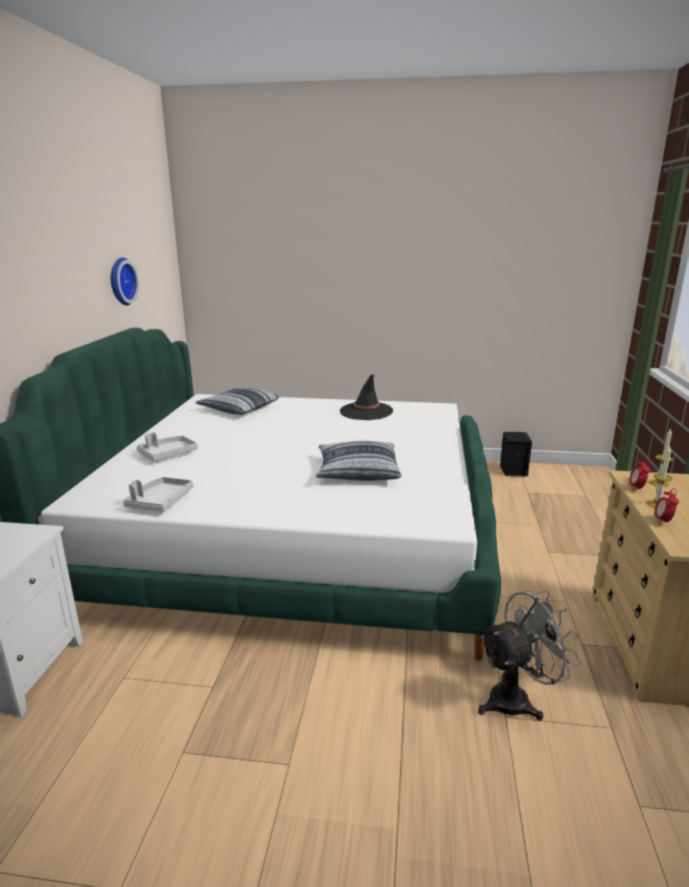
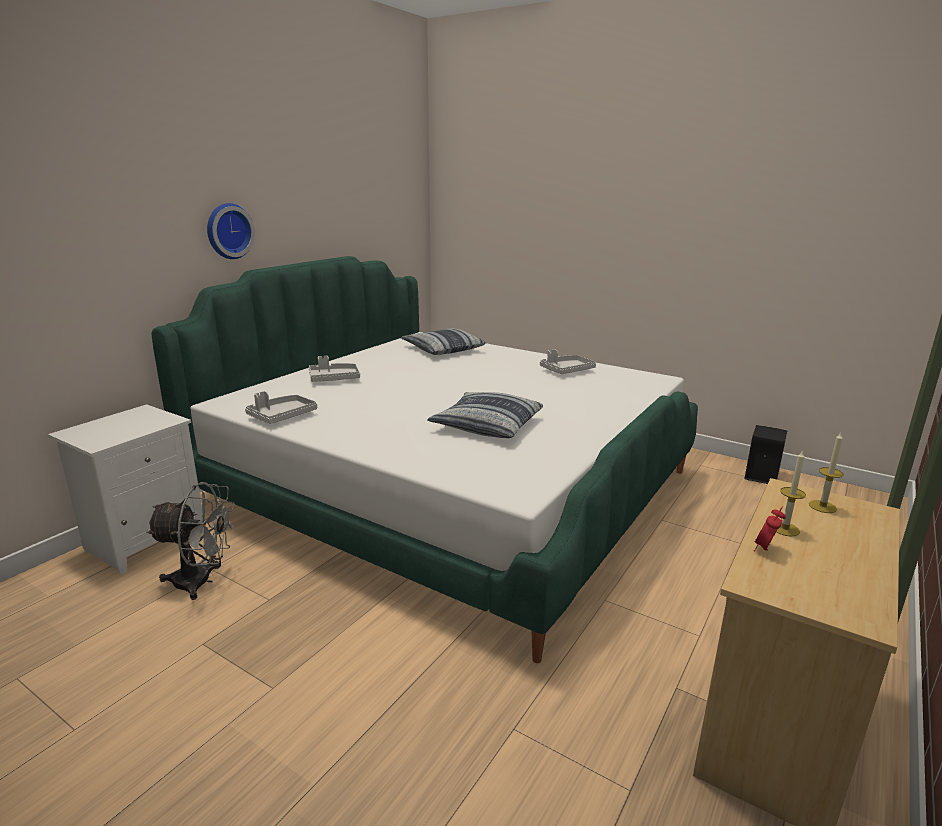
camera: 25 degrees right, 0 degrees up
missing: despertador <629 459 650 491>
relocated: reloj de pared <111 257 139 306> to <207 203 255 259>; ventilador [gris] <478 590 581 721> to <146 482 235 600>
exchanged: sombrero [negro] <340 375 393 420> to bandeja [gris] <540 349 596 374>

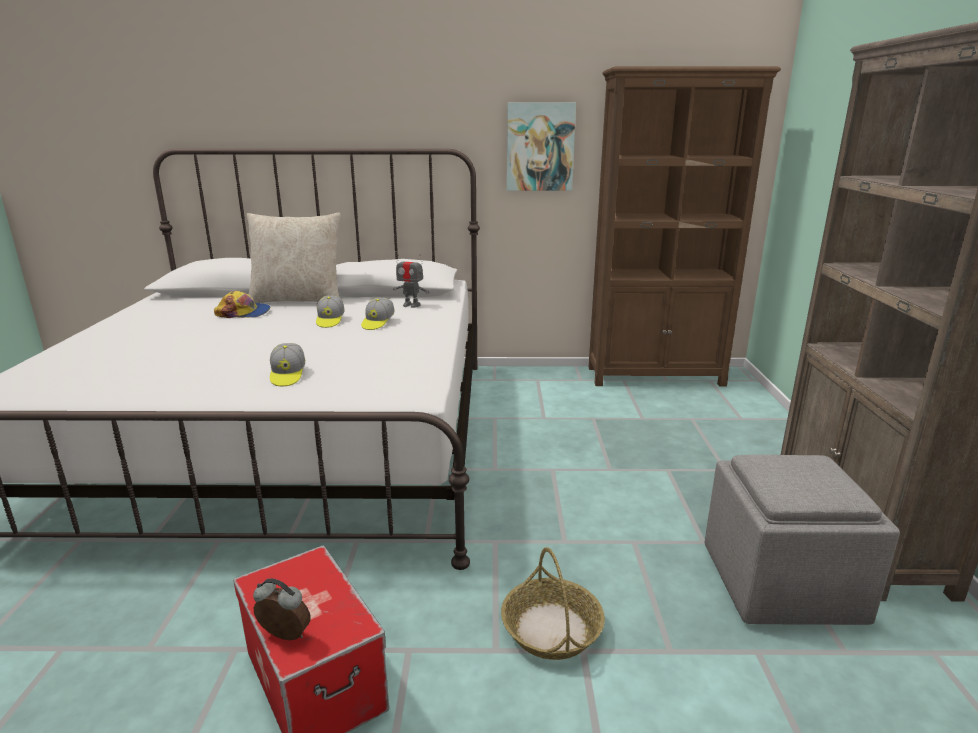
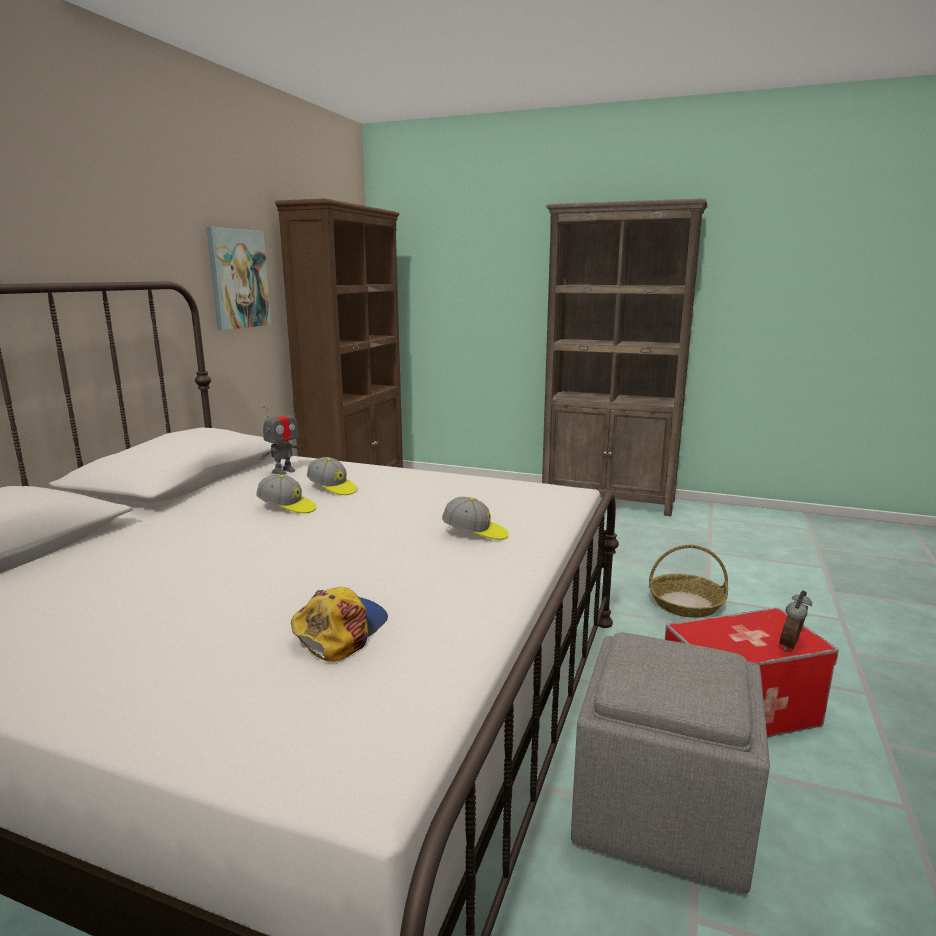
camera: 70 degrees left, 5 degrees down
missing: cojín [beis] <247 213 341 303>
relocated: gorra <214 291 270 318> to <291 587 388 662>; puf [gris] <704 455 900 625> to <571 632 770 894>

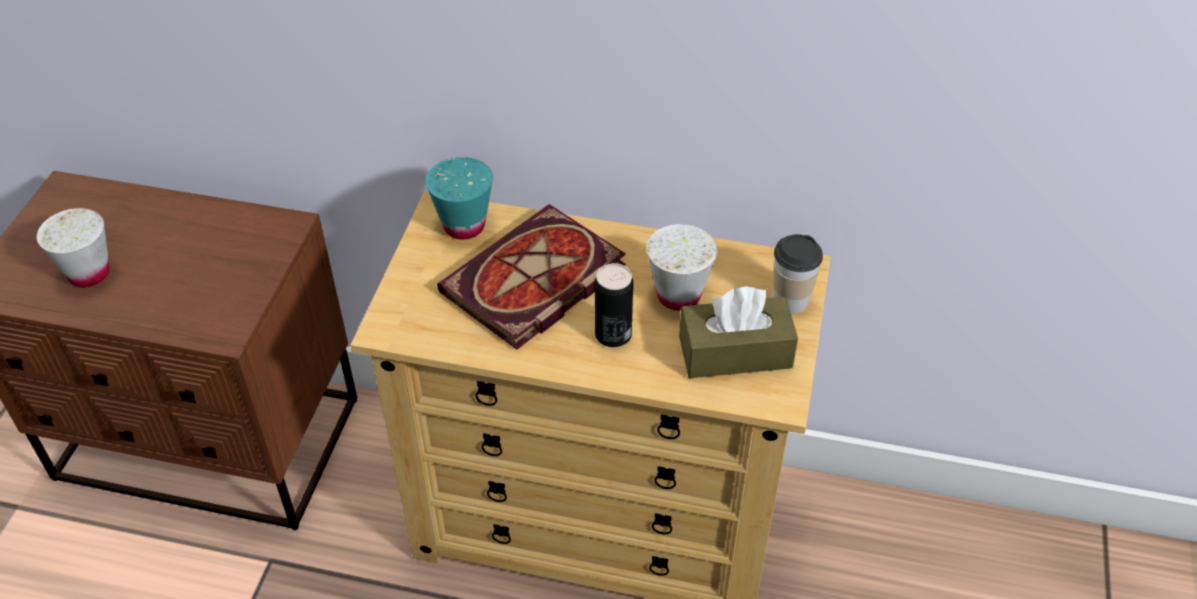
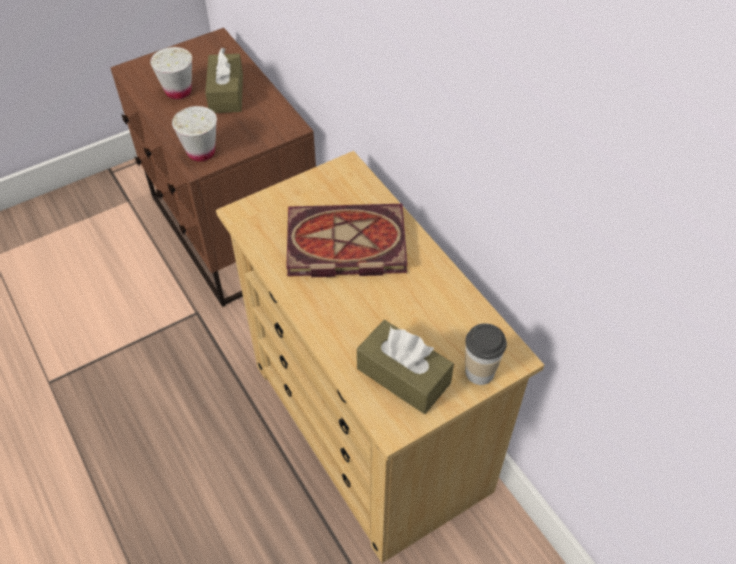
camera: 45 degrees right, 5 degrees up
missing: taza [turquesa] <425 157 493 239>; lata <595 263 633 347>
appeared: caja de pañuelos [marrón] <205 48 243 113>
relocated: taza [blanco] <647 224 718 311> to <172 106 217 162>

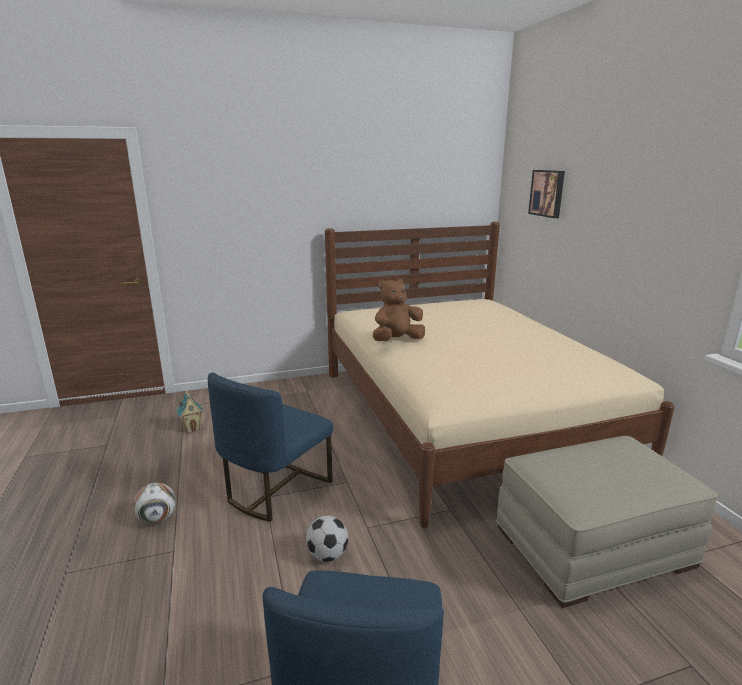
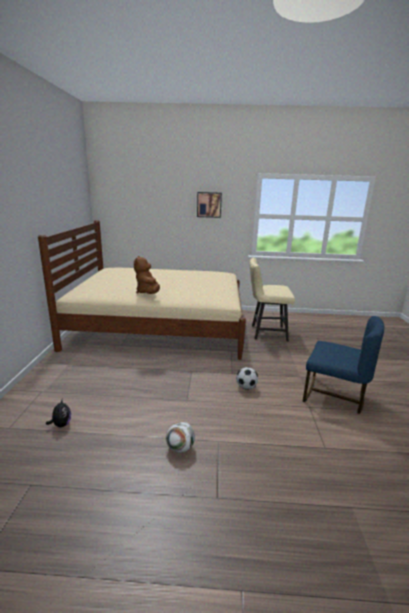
camera: 70 degrees left, 0 degrees up
missing: silla [azul] <208 373 333 522>
relocated: cuadro <528 170 565 218> to <197 192 222 218>
exchanged: casita <176 390 204 433> to peluche <46 400 71 427>; puf [beis] <496 436 718 608> to silla [beis] <250 257 295 342>

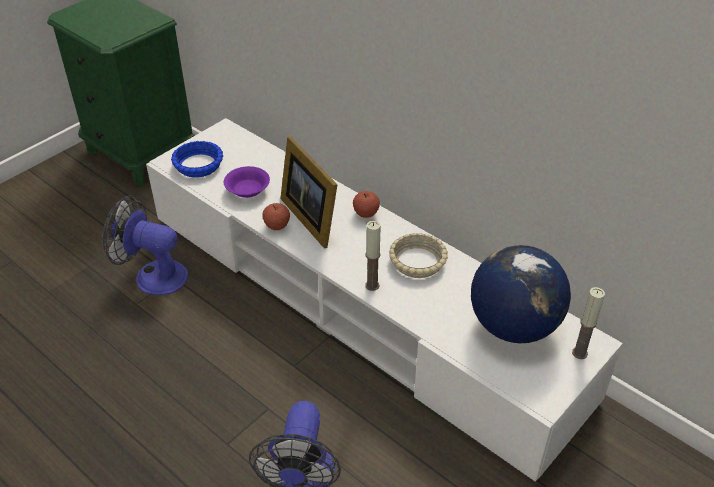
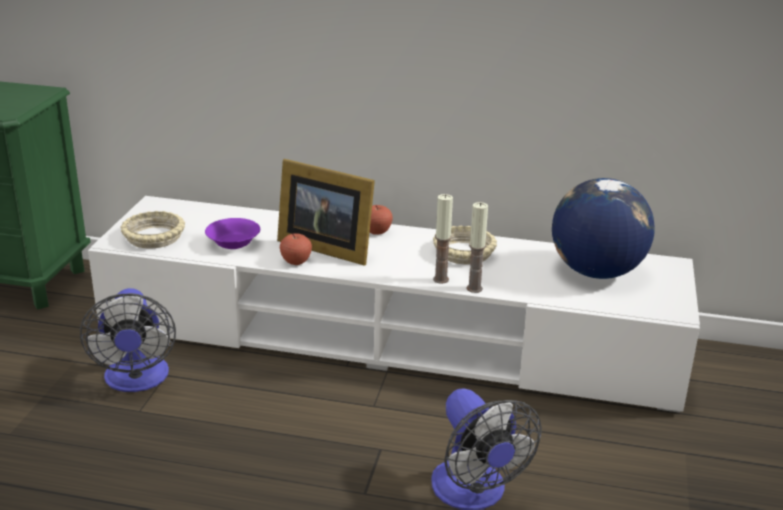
camera: 30 degrees left, 15 degrees down
relocated: vela <572 287 605 359> to <467 202 488 293>
colour: cuenco [azul] <171 141 223 178> to cuenco [beis] <120 211 185 248>
spun: ventilador <103 195 188 295> = <80 288 176 392> 90 degrees counterclockwise

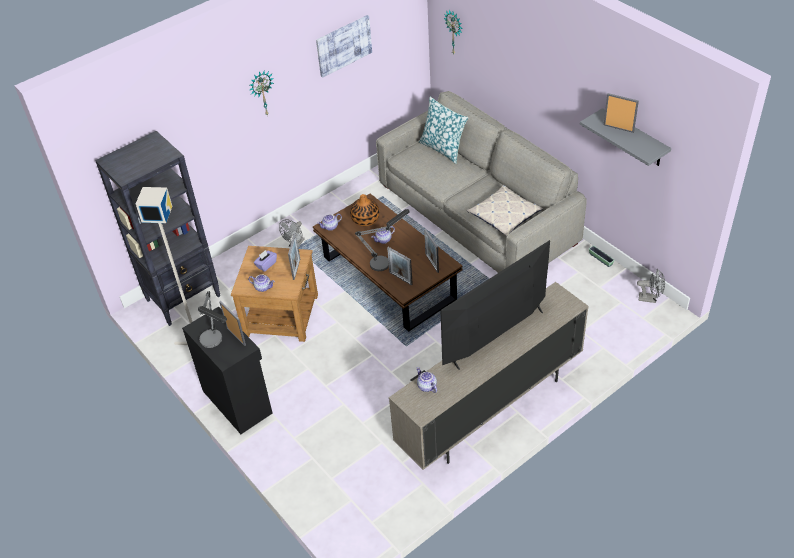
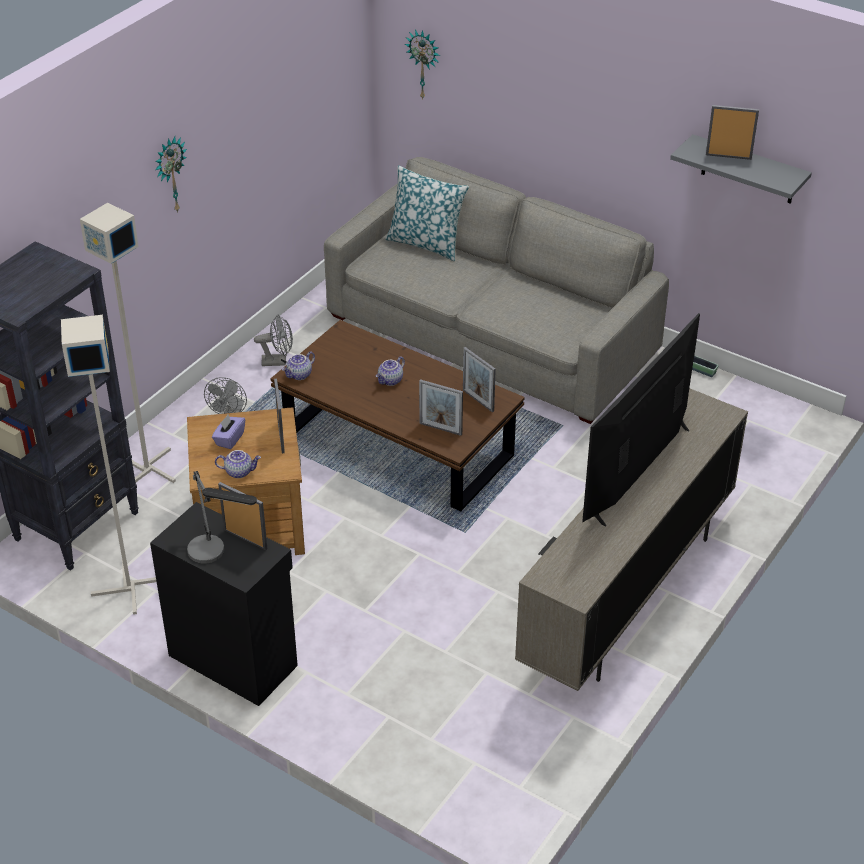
camera: 20 degrees left, 5 degrees down
missing: cuadro <316 15 372 78>; cojín <467 185 543 236>; florero <350 194 380 226>; lámpara de mesa <355 209 410 271>; tetera <416 367 437 393>
appeared: lámpara de pie [gris] <80 203 176 483>
relocated: ventilador [gris] <637 269 665 303> to <254 315 293 366>

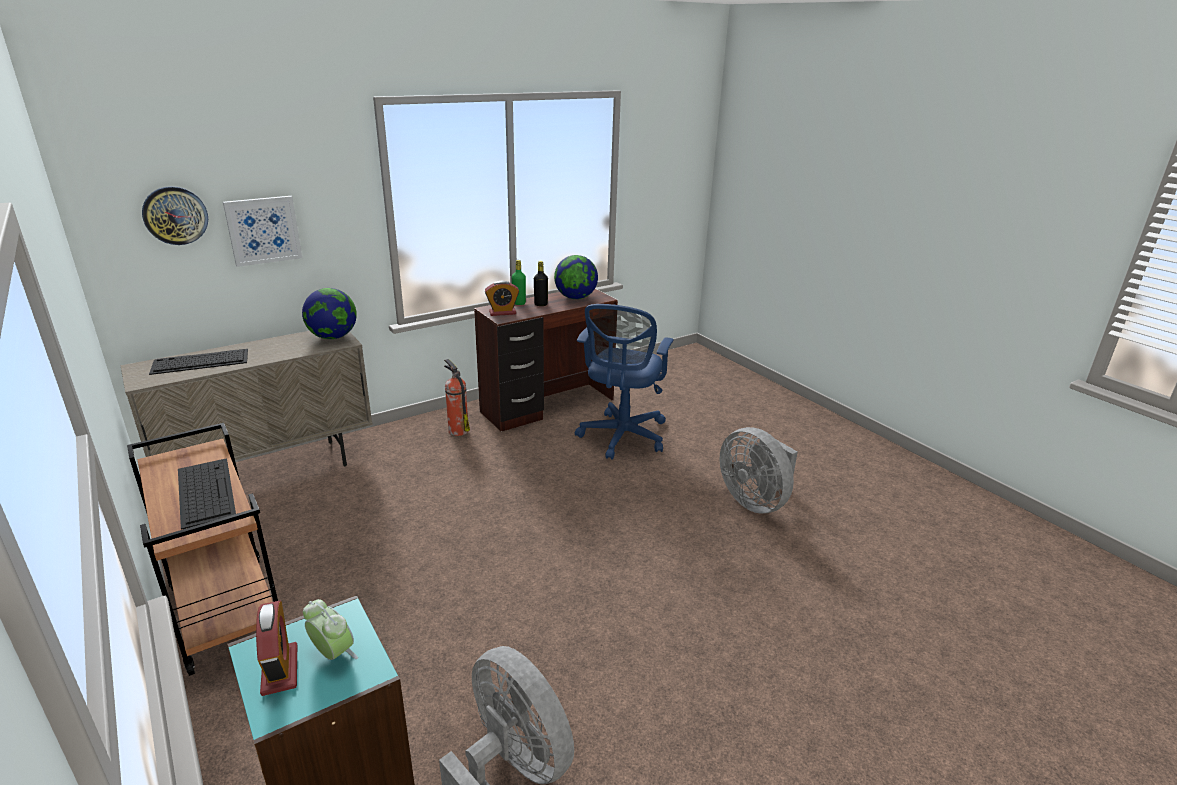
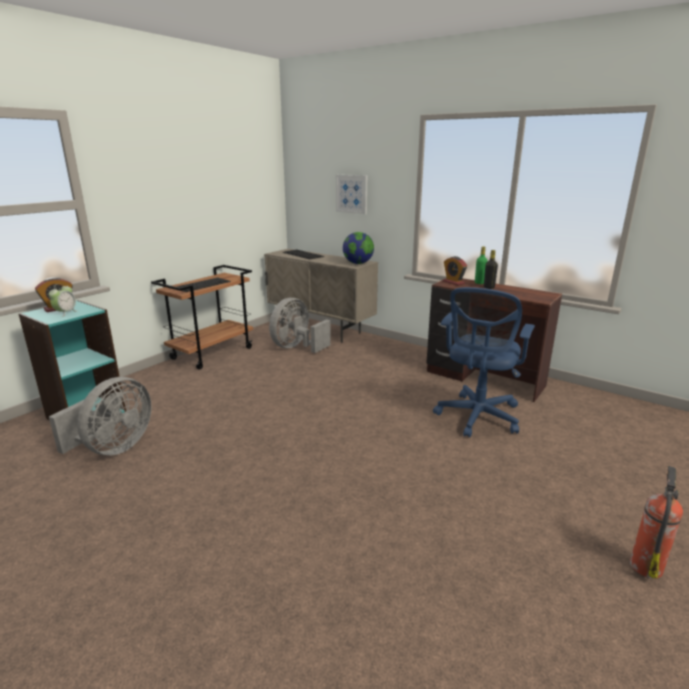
camera: 70 degrees right, 5 degrees down
missing: reloj de pared <142 186 208 245>; globo terráqueo <554 255 598 299>
relocated: extintor <444 359 470 436> to <630 466 683 579>; ventilador [gris] <720 427 798 514> to <269 298 331 353>
spun: silla de oficina [azul] <575 304 674 460> = <433 287 535 438> 60 degrees counterclockwise

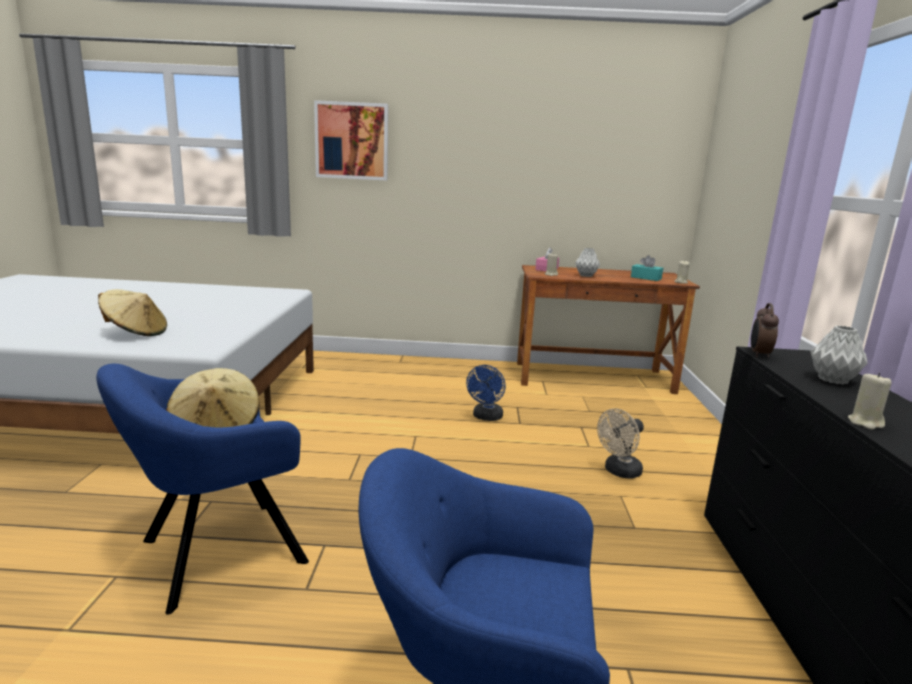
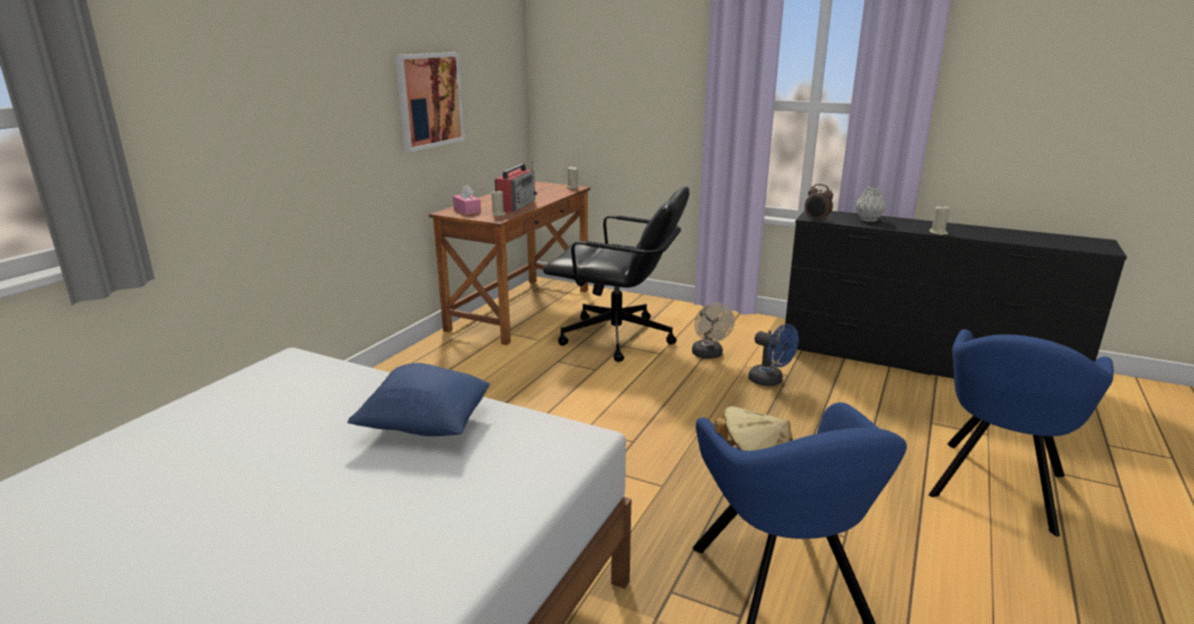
camera: 65 degrees left, 5 degrees up
missing: caja de pañuelos [turquesa] <631 255 663 281>; sombrero [beis] <98 289 167 336>
appeared: silla de oficina [negro] <543 187 690 362>; cojín [azul] <347 363 490 436>
relocated: cuadro <314 100 388 181> to <395 52 465 152>; ventilador [azul] <466 365 506 421> to <748 324 799 386>
exchanged: florero [gris] <575 248 600 277> to radio <495 161 537 212>

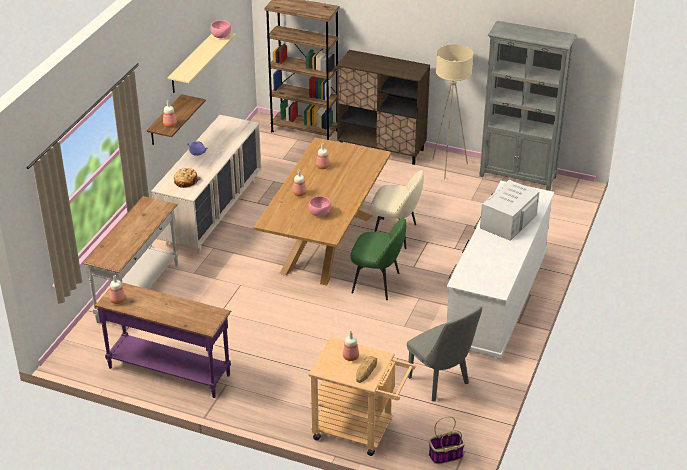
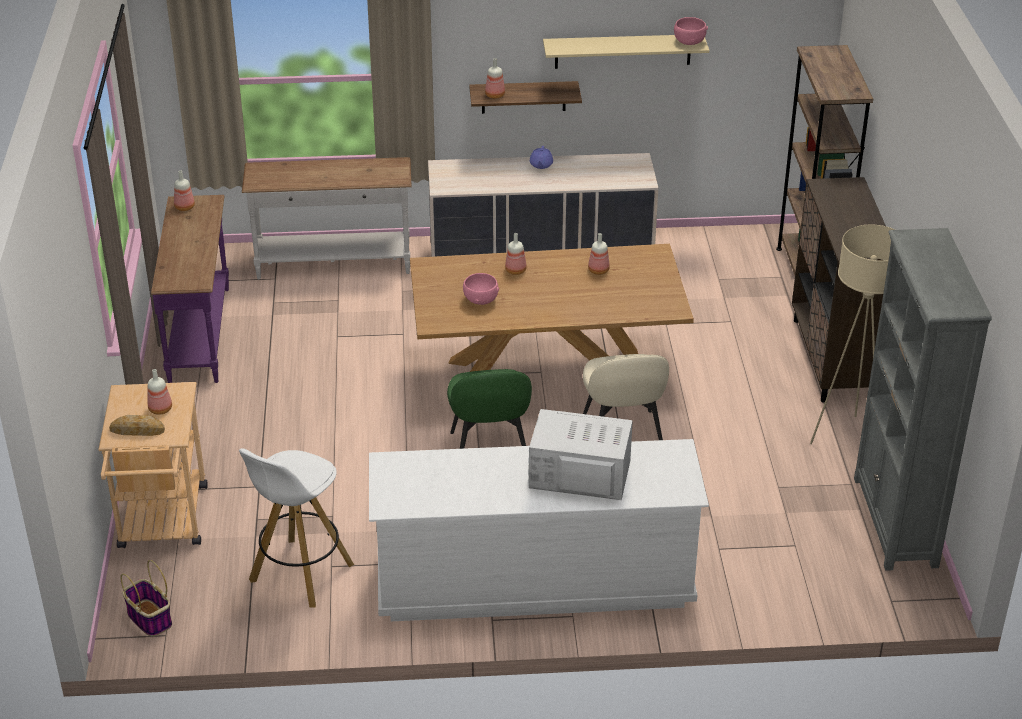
camera: 65 degrees right, 0 degrees up
missing: pan <174 168 201 188>
exchanged: silla [gris] <407 306 482 401> to taburete [blanco] <239 448 354 607>

